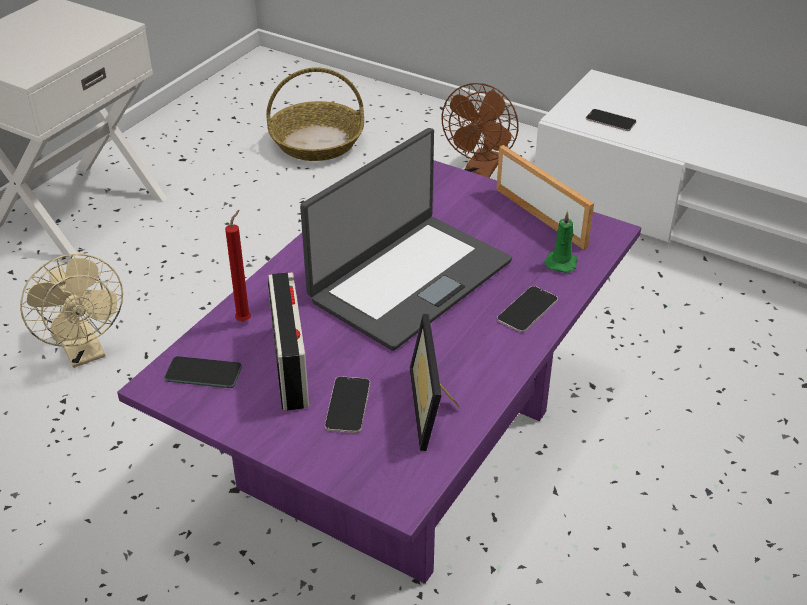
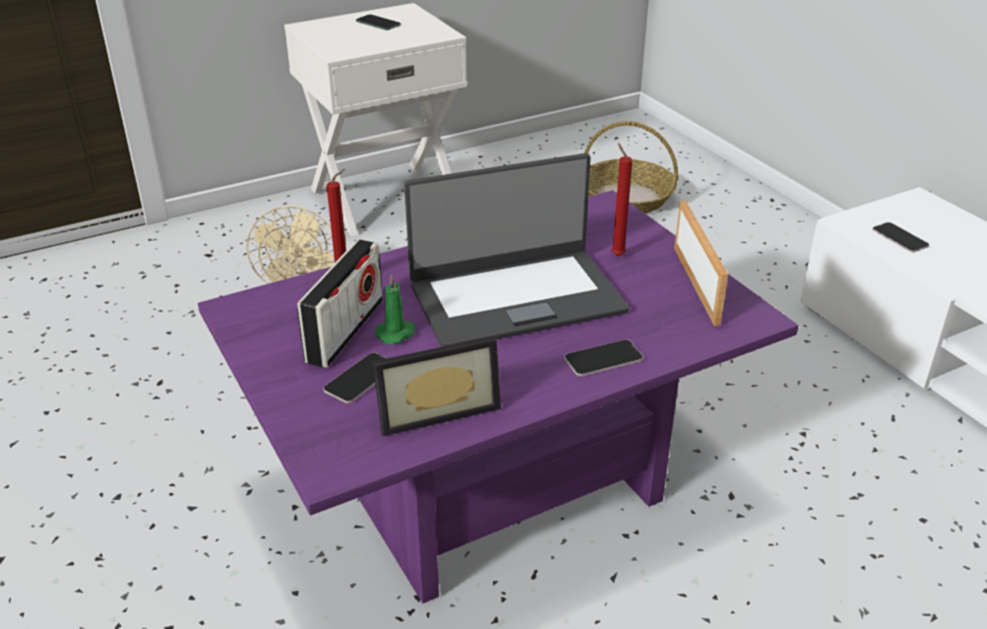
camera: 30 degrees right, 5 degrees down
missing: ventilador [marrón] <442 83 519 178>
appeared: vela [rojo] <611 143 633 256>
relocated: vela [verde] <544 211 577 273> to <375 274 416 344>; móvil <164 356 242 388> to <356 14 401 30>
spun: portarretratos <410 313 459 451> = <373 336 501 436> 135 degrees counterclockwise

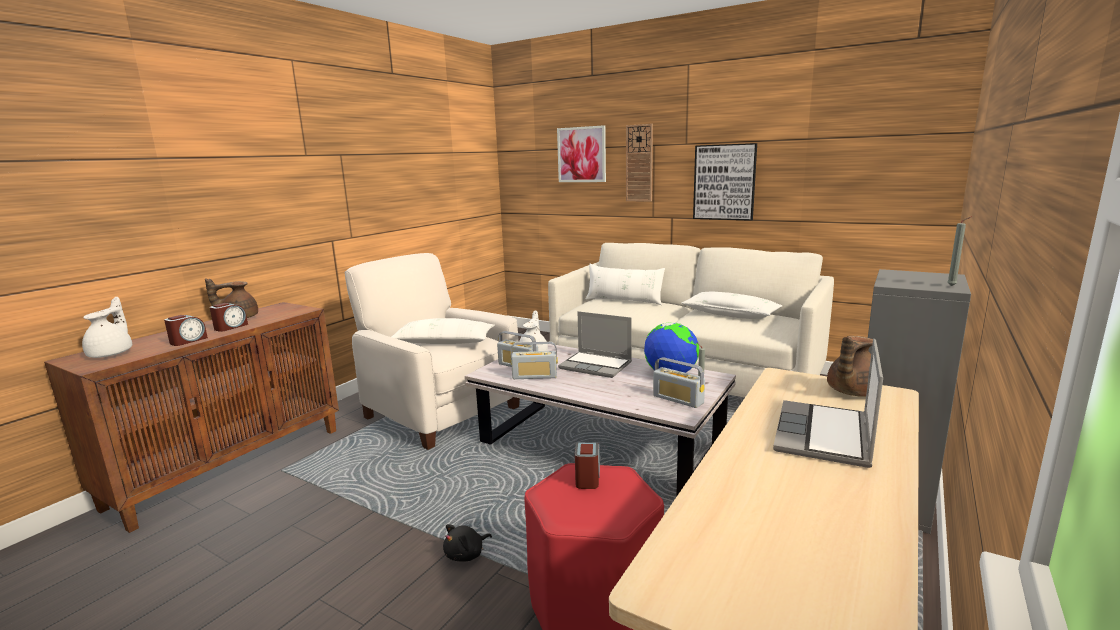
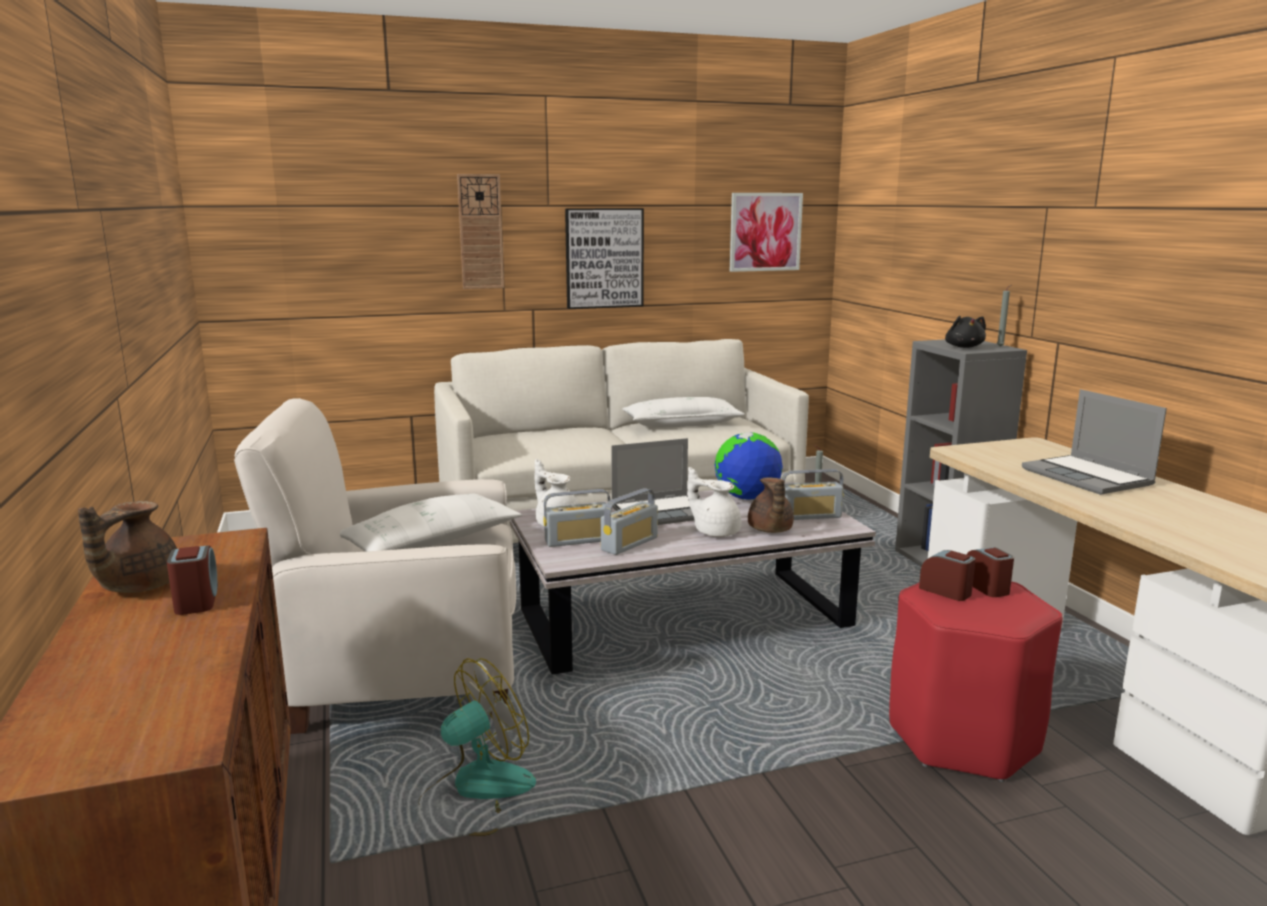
camera: 50 degrees left, 0 degrees up
missing: cojín [blanco] <586 263 665 305>
appeared: ventilador <419 658 536 836>
relocated: cuadro <557 125 606 182> to <730 193 803 272>; tetera [blanco] <82 297 132 358> to <687 467 741 537>; despertador <164 315 208 346> to <966 547 1014 597>; tetera [marrón] <827 336 873 397> to <748 477 794 533>; peluche [negro] <443 524 492 562> to <945 316 986 348>

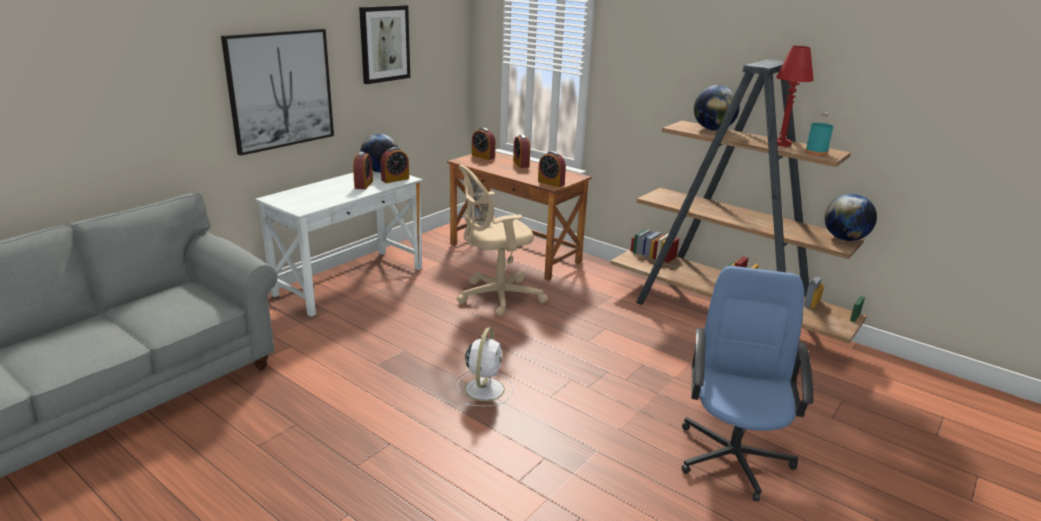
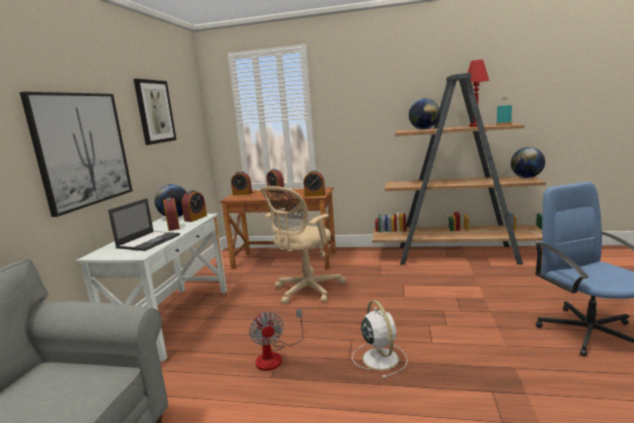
camera: 25 degrees left, 10 degrees down
appeared: portátil <108 198 180 251>; ventilador <249 308 303 371>

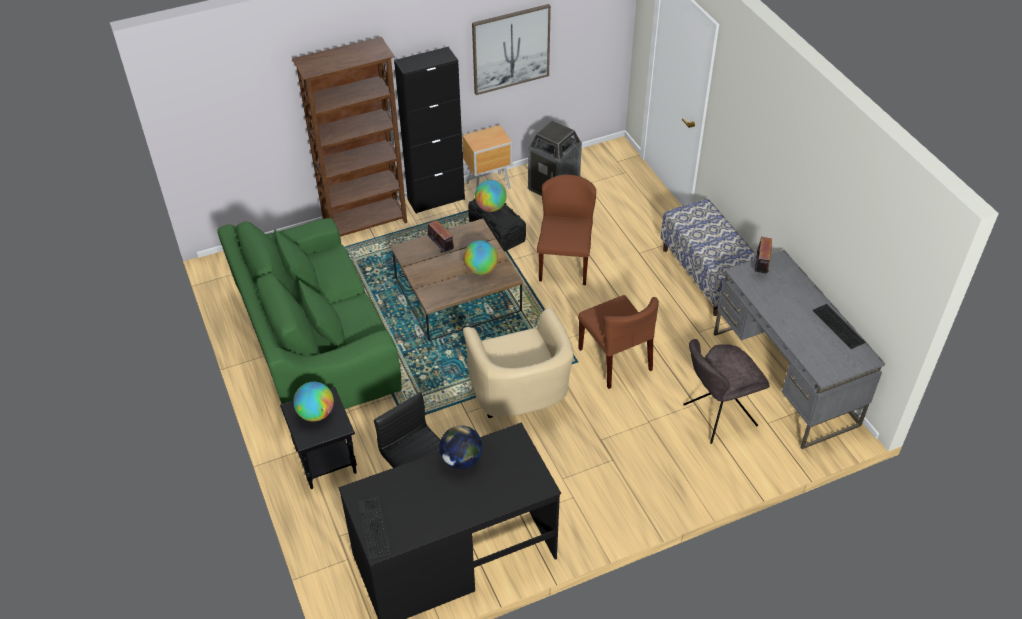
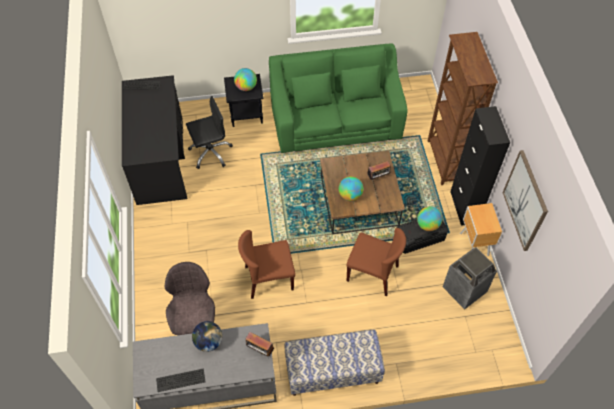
camera: 105 degrees right, 10 degrees up
missing: sillón [beis] <463 307 574 418>
relocated: globo terráqueo <439 425 483 469> to <192 321 222 352>

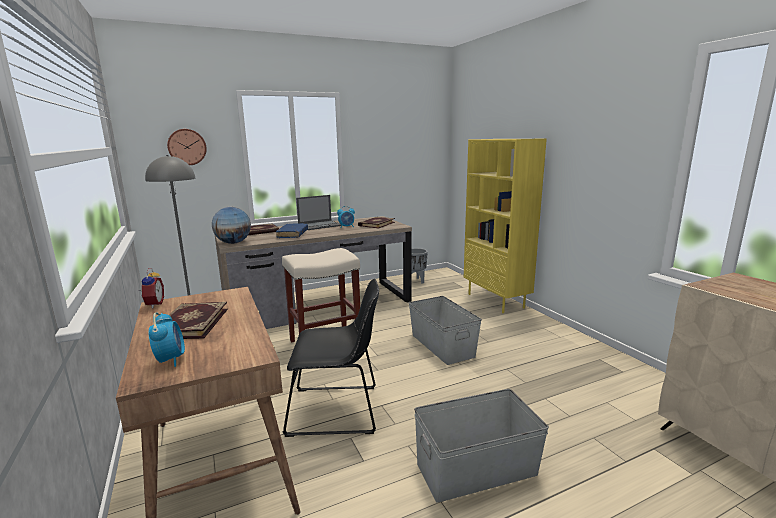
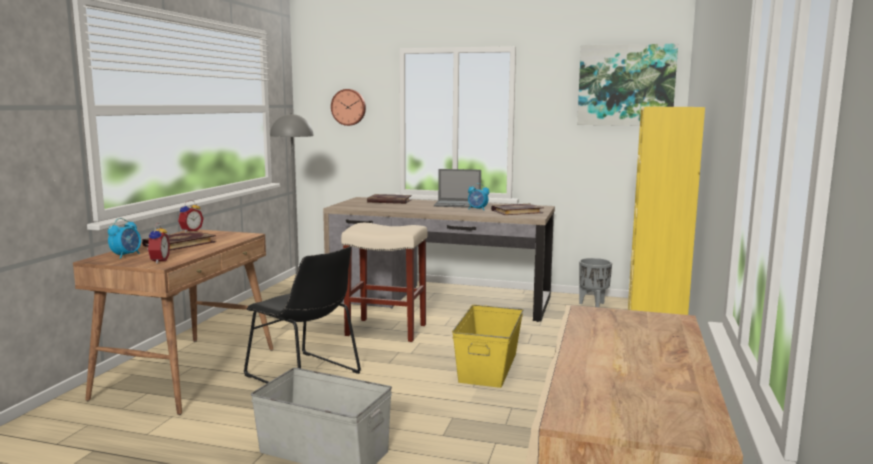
camera: 40 degrees right, 5 degrees down
missing: globo terráqueo <212 207 251 244>; libro [azul] <276 223 308 238>
appeared: cuadro <577 44 678 126>; despertador <145 223 170 264>
colour: caja de almacenaje [gris] <409 296 482 365> to caja de almacenaje [amarillo] <452 305 524 388>

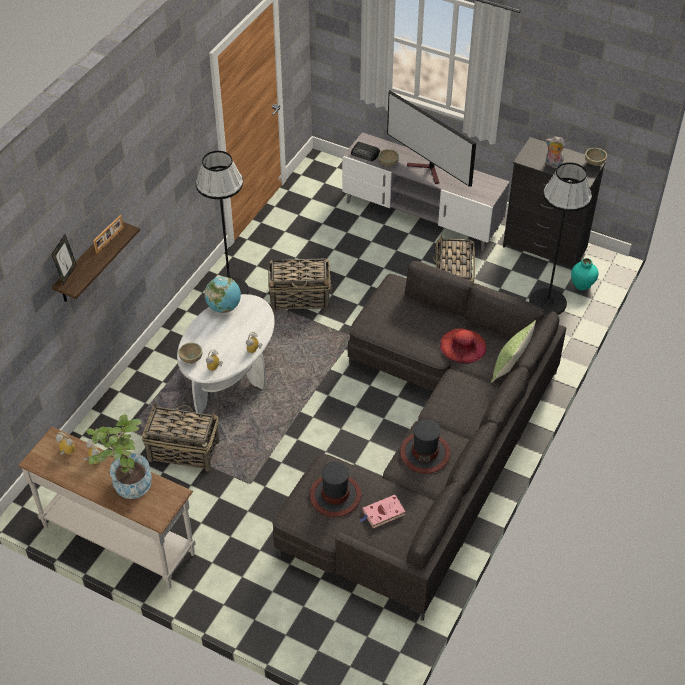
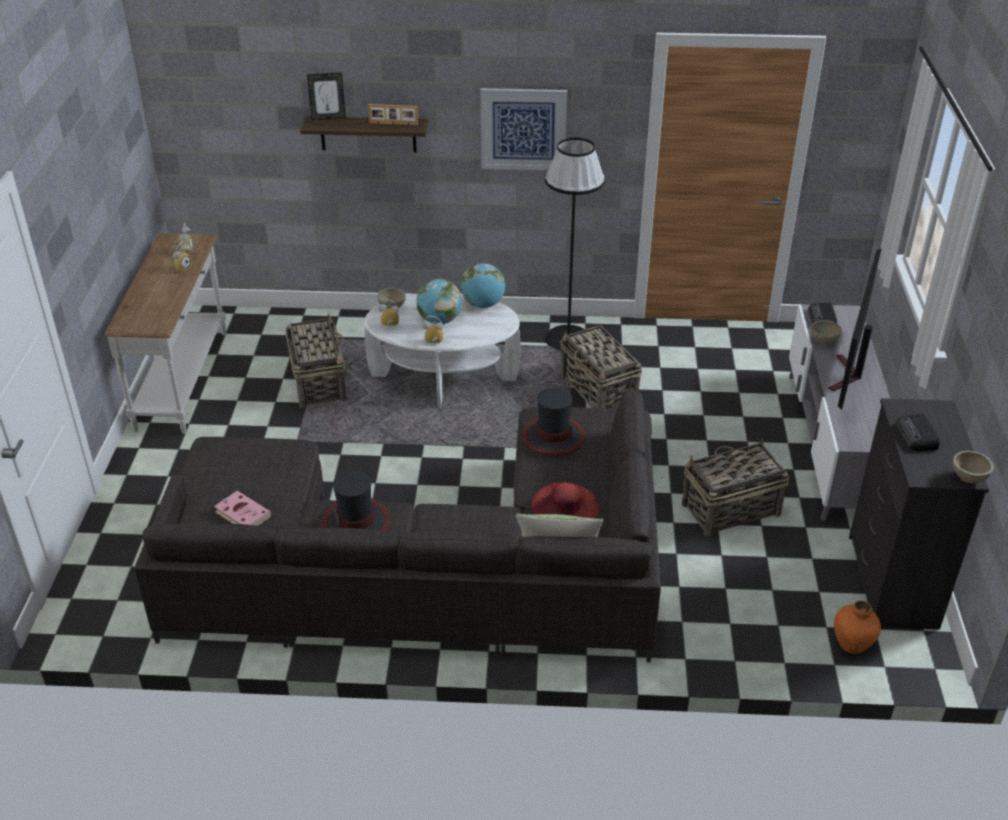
camera: 65 degrees right, 10 degrees down
missing: lámpara de pie [negro] <529 162 592 315>; planta en maceta <86 414 152 499>
appeared: cuadro <481 88 567 170>; globo terráqueo <416 279 462 324>
relocated: sombrero <309 462 361 517> to <521 388 586 456>
exchanged: peluche <546 137 565 168> to radio <896 414 940 451>
colour: florero [turquesa] <571 258 599 290> to florero [naranja] <834 601 881 654>

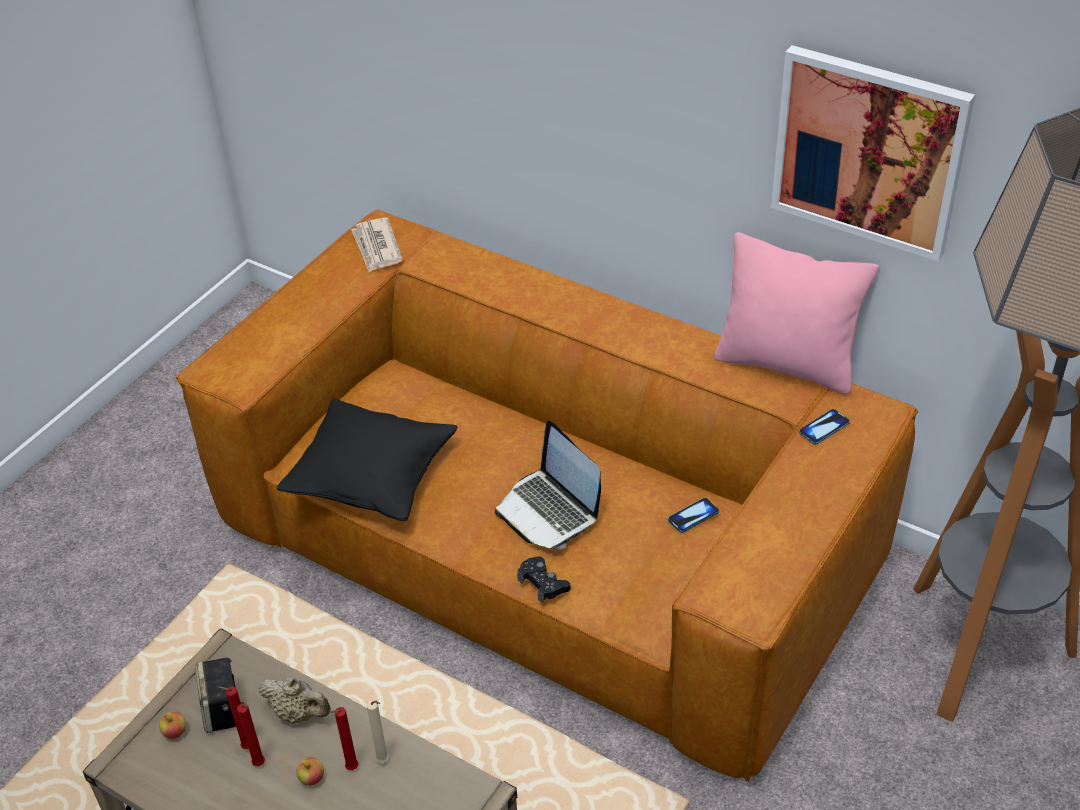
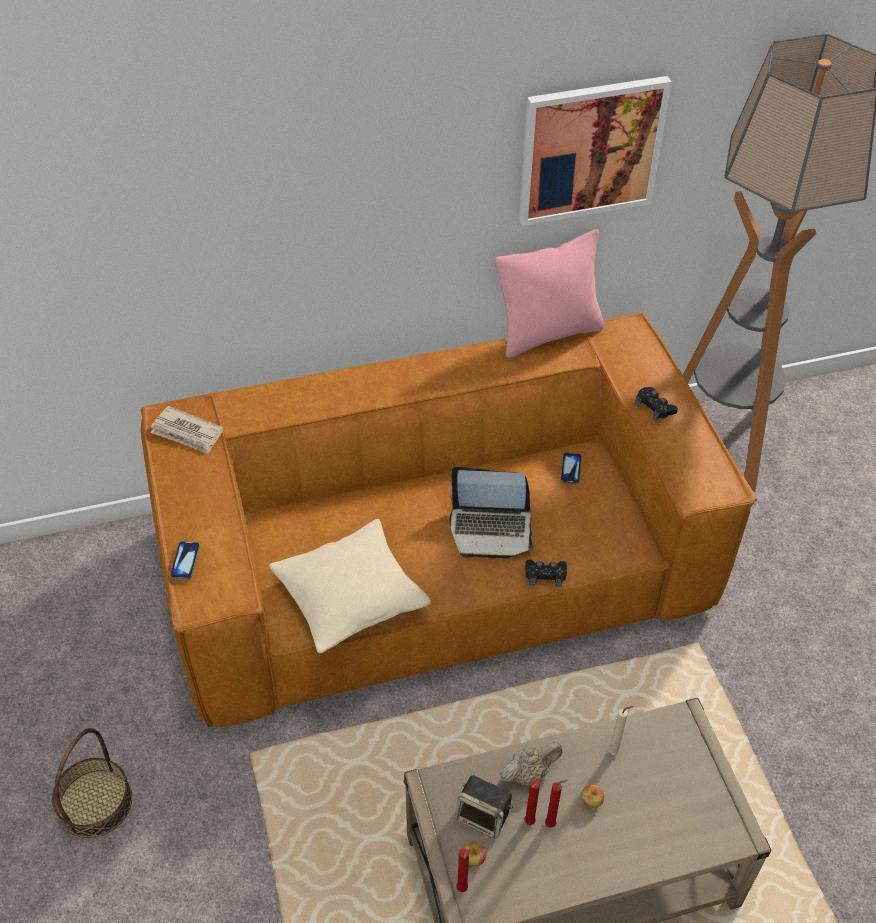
camera: 50 degrees left, 5 degrees up
appeared: mando de consola [negro] <635 387 678 421>; cesta <52 728 132 838>
relocated: móvil <799 409 850 445> to <170 541 200 579>; vela [rojo] <329 707 359 770> to <456 848 469 892>
colour: cojín [negro] <277 399 458 521> to cojín [beis] <269 519 431 653>

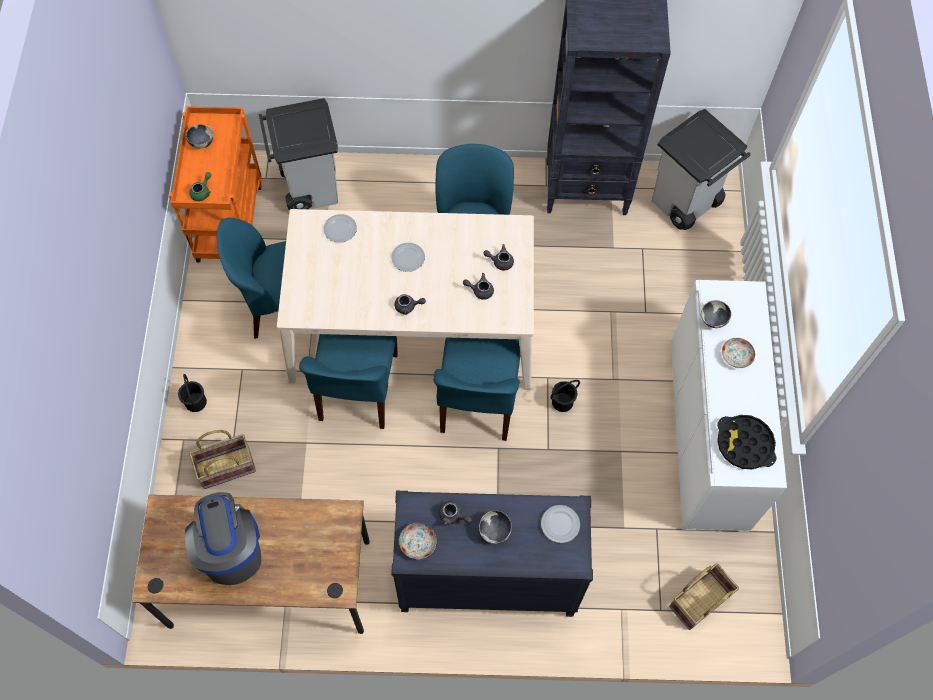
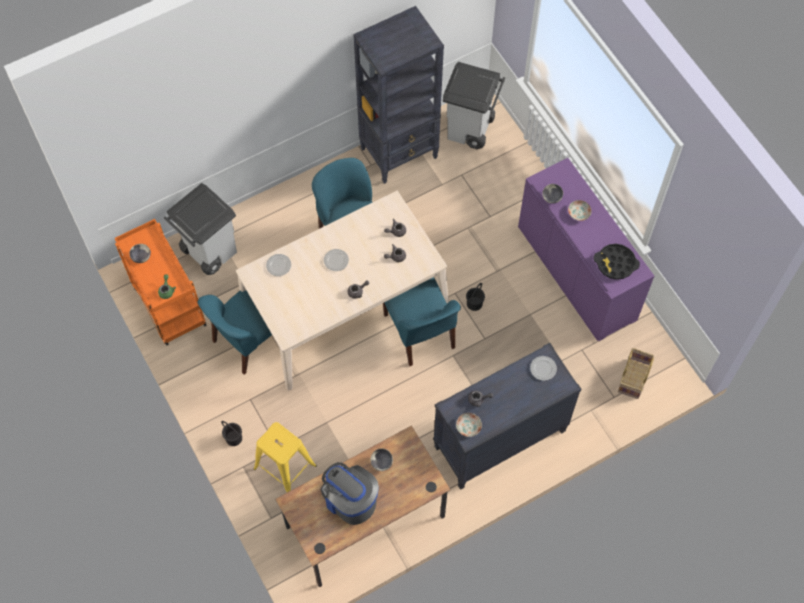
camera: 30 degrees left, 0 degrees up
missing: silla [azul] <299 334 398 429>
relocated: cuenco <479 510 512 544> to <371 448 393 471>
exchanged: cesta <189 430 256 489> to taburete [amarillo] <254 422 317 492>
colour: armario [blanco] <671 280 787 532> to armario [morado] <518 158 654 341>

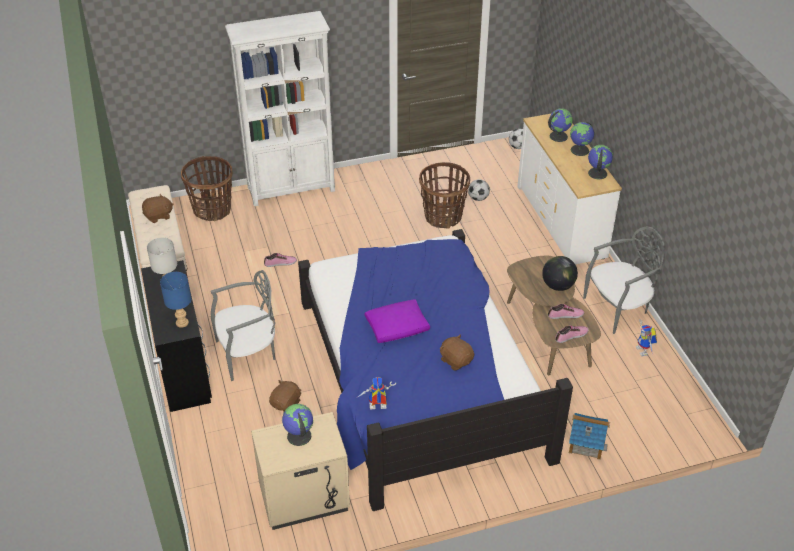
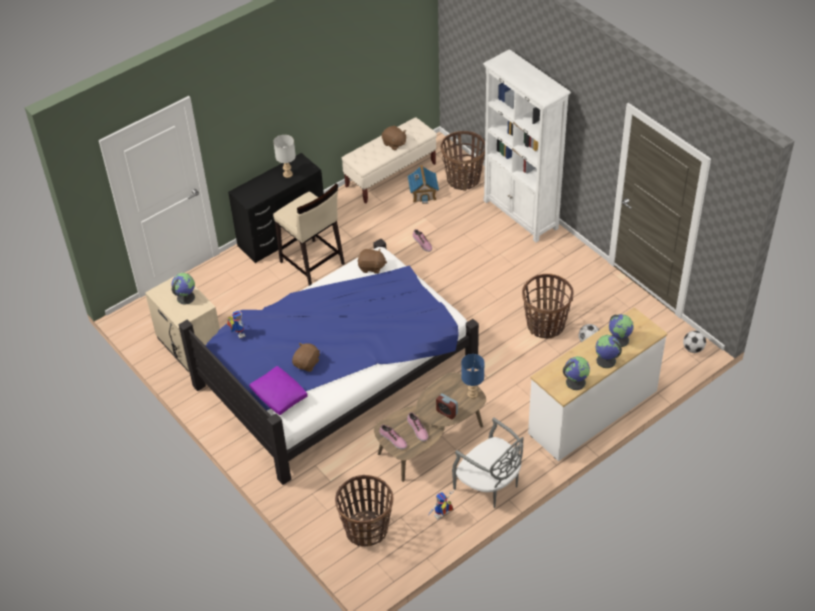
camera: 70 degrees right, 5 degrees up
appeared: cesta <335 475 394 547>
relocated: lámpara de mesa [azul] <160 272 191 328> to <461 354 485 399>; cojín [morado] <364 300 430 343> to <249 366 308 415>; peluche [marrón] <269 380 301 411> to <358 249 387 274>; casita <569 413 610 460> to <407 165 439 204>
exchanged: globo terráqueo <542 256 578 291> to despertador <436 393 458 419>; silla [gris] <211 270 275 381> to taburete [beis] <273 184 345 286>

